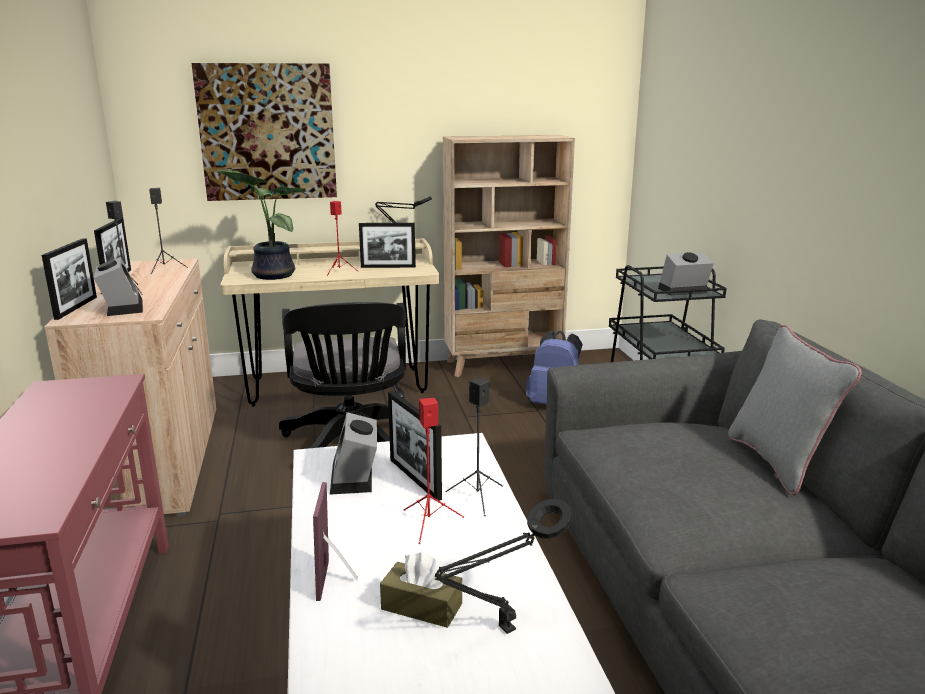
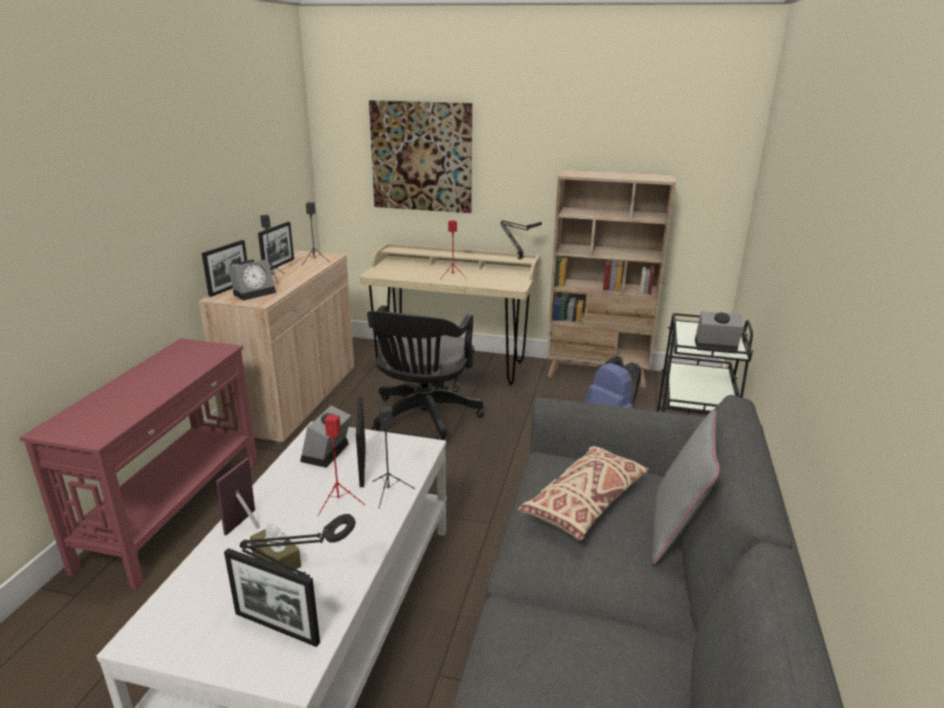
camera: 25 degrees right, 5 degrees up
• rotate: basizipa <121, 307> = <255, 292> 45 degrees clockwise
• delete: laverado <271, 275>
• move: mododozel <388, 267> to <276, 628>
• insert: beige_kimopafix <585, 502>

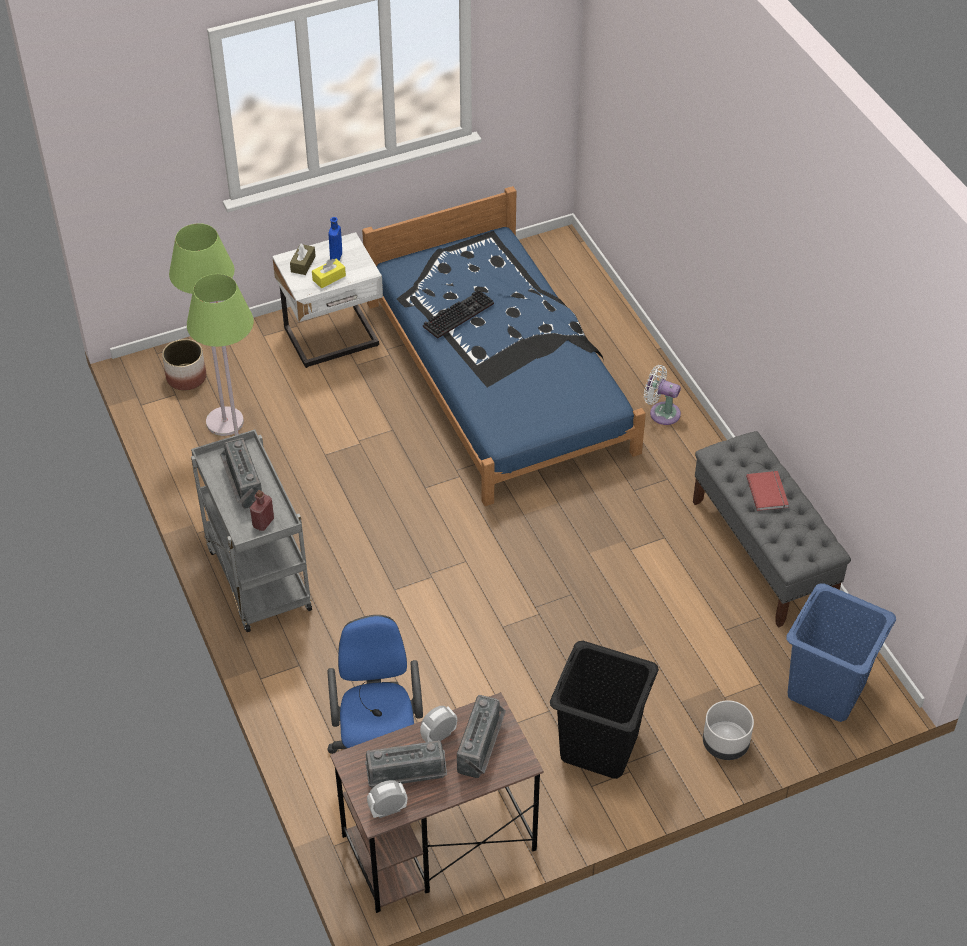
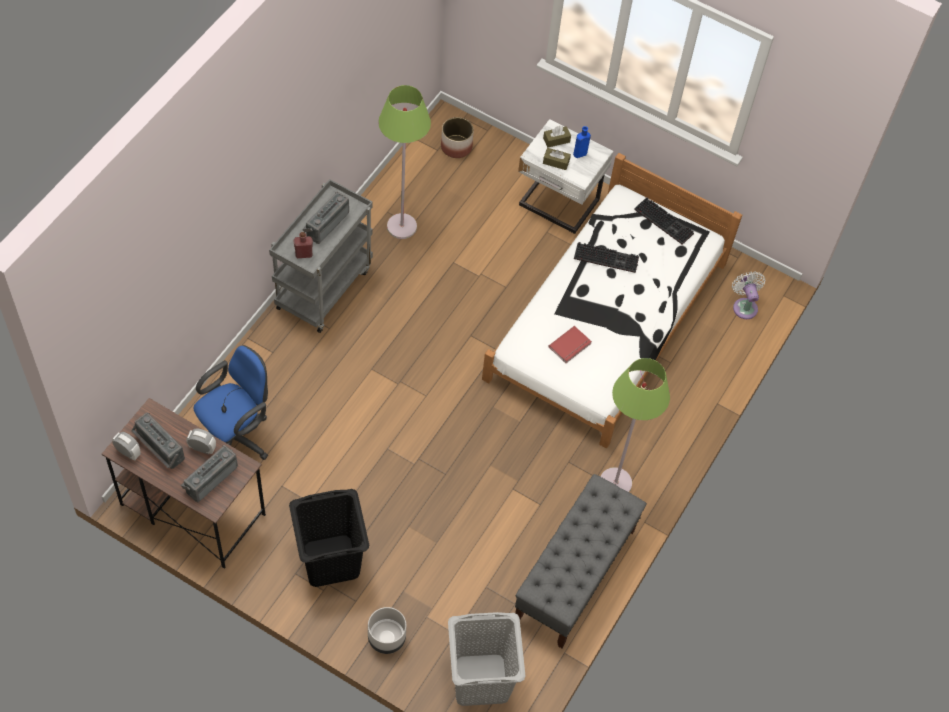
camera: 50 degrees right, 10 degrees up
• move: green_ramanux <225, 422> to <615, 483>
• recolor: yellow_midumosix <329, 278> to brown_midumosix <556, 162>
• recolor: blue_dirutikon <499, 376> to white_dirutikon <607, 320>
• rotate: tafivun <482, 747> = <210, 478> 150 degrees clockwise
• move: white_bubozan <661, 412> to <744, 306>
• move: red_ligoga <768, 492> to <570, 346>
• recolor: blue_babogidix <826, 690> to grey_babogidix <480, 680>
• insert: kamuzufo <665, 221>

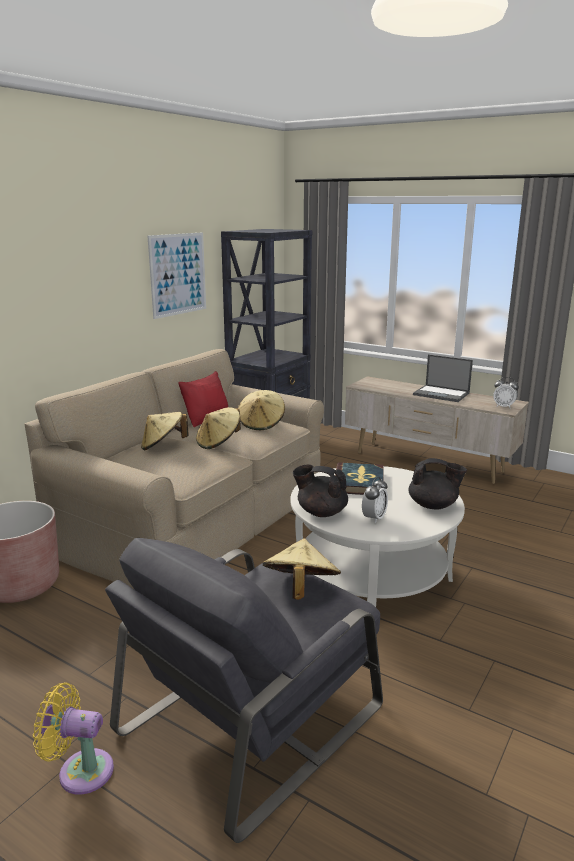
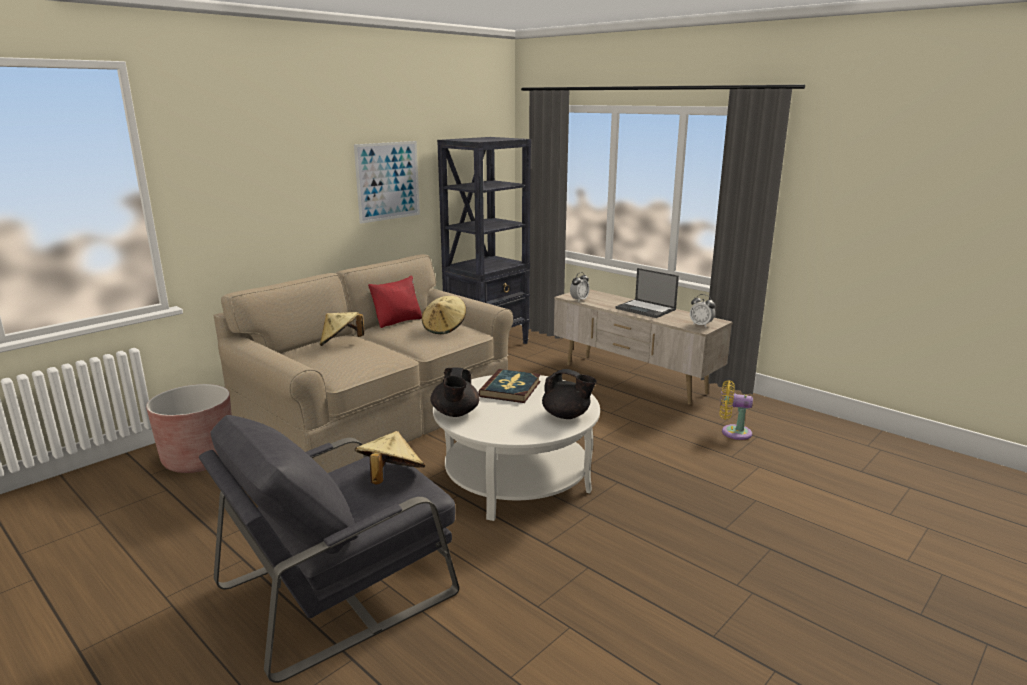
camera: 10 degrees right, 0 degrees up
• move: yellow_bubozan <80, 770> to <733, 432>
• delete: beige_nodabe <219, 443>
• rotate: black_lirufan <321, 512> = <455, 413> 120 degrees counterclockwise
• move: basizipa <374, 518> to <579, 300>

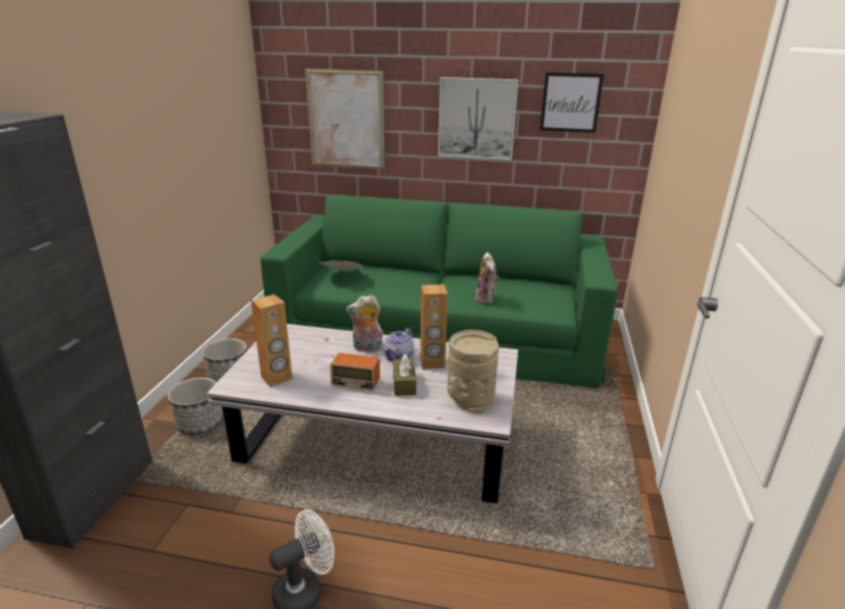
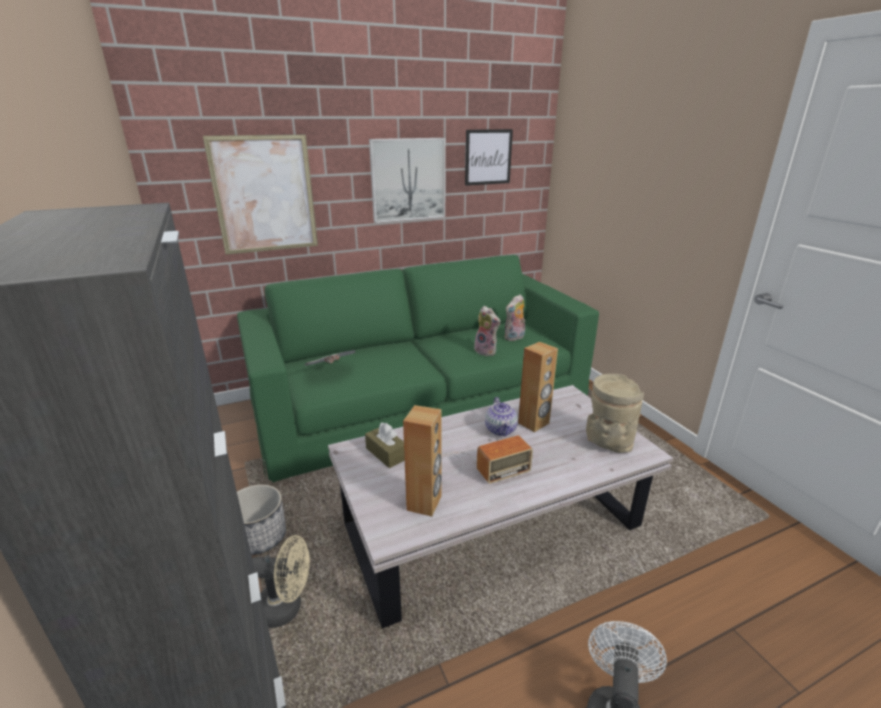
camera: 35 degrees left, 0 degrees up
• replace: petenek <200, 423> to beige_bubozan <286, 608>
• move: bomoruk <367, 348> to <514, 338>
• move: brown_midumosix <404, 384> to <386, 453>

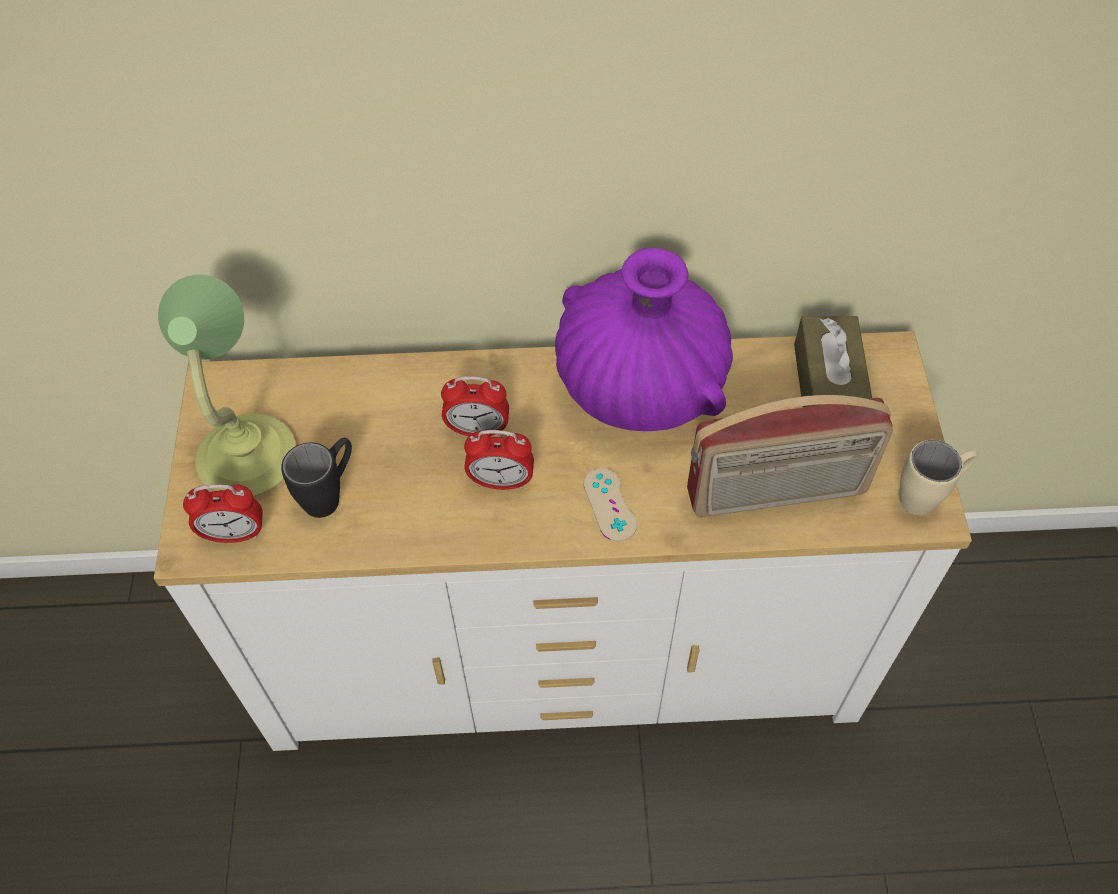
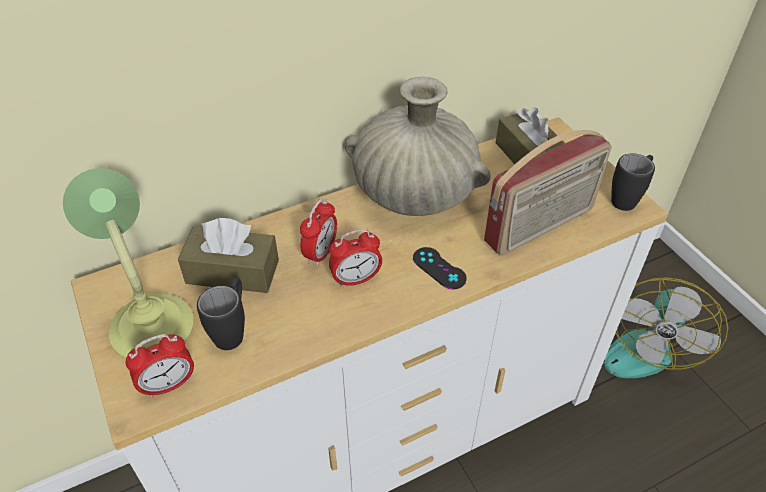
camera: 25 degrees left, 10 degrees down
• rotate: basizipa <478, 430> = <320, 253> 45 degrees counterclockwise
• recolor: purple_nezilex <640, 385> to beige_nezilex <415, 193>
• recolor: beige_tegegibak <610, 504> to black_tegegibak <439, 268>
• recolor: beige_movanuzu <928, 496> to black_movanuzu <628, 198>
• insert: brown_midumosix <232, 272>
• insert: bubozan <640, 343>

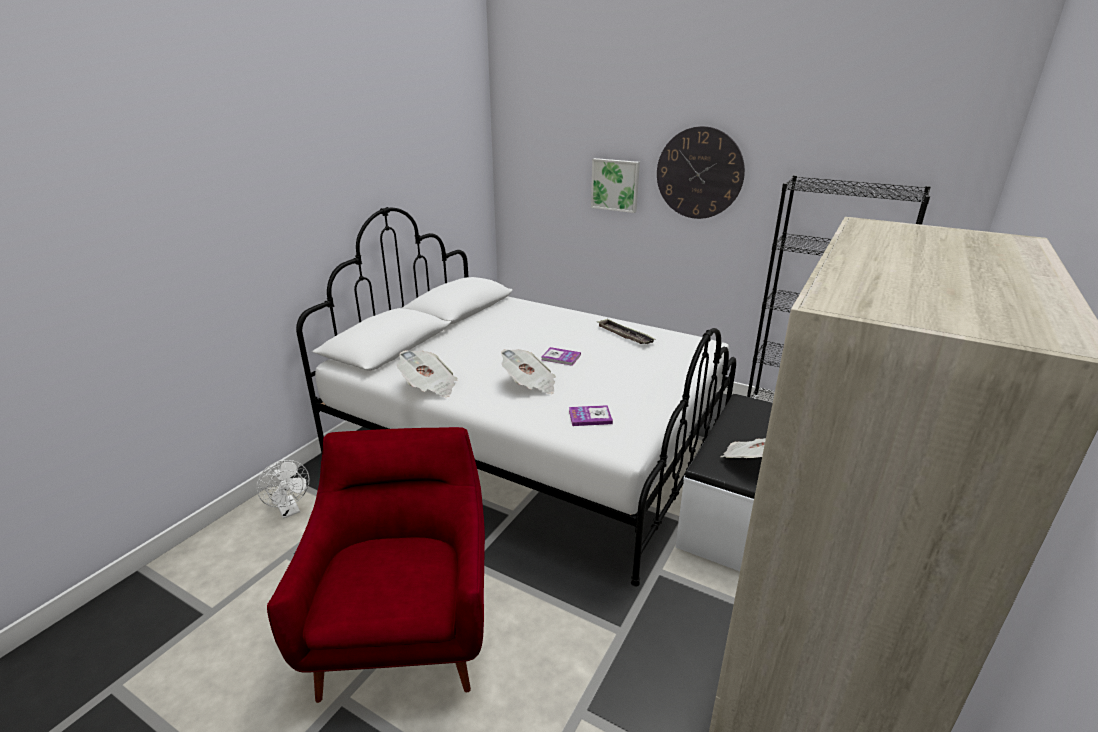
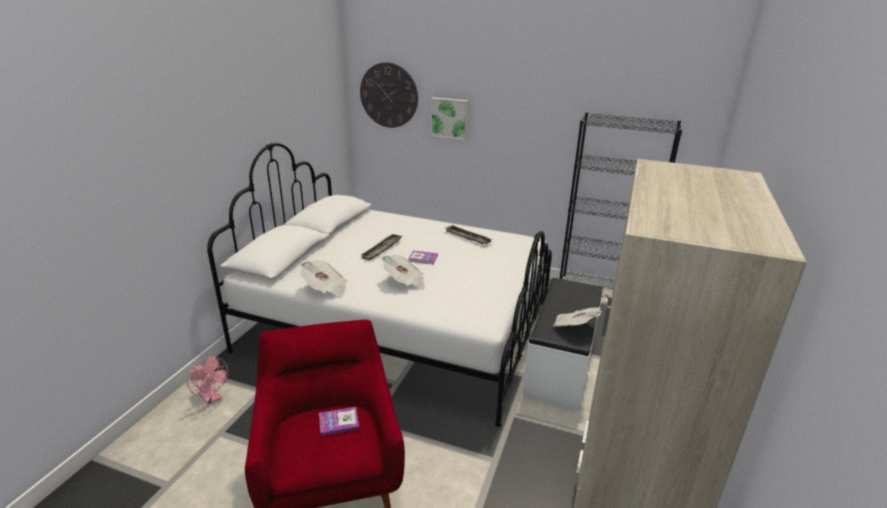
camera: 10 degrees left, 0 degrees up
• recolor: white_bubozan <290, 511> to pink_bubozan <212, 398>
• move: ligoga <590, 417> to <339, 422>
• move: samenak <699, 173> to <389, 95>
• insert: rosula <382, 249>

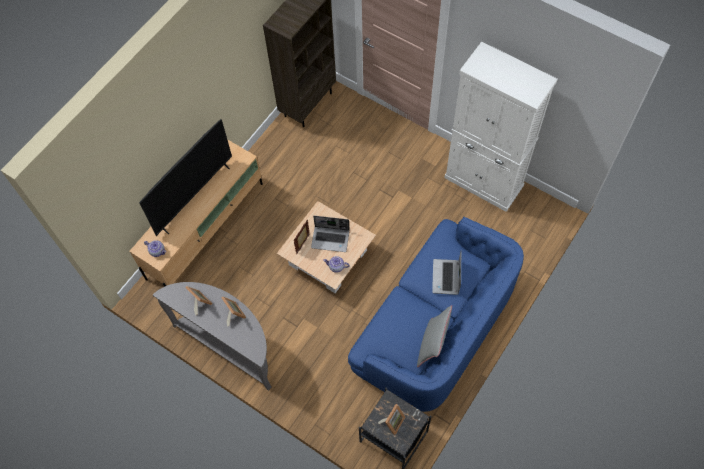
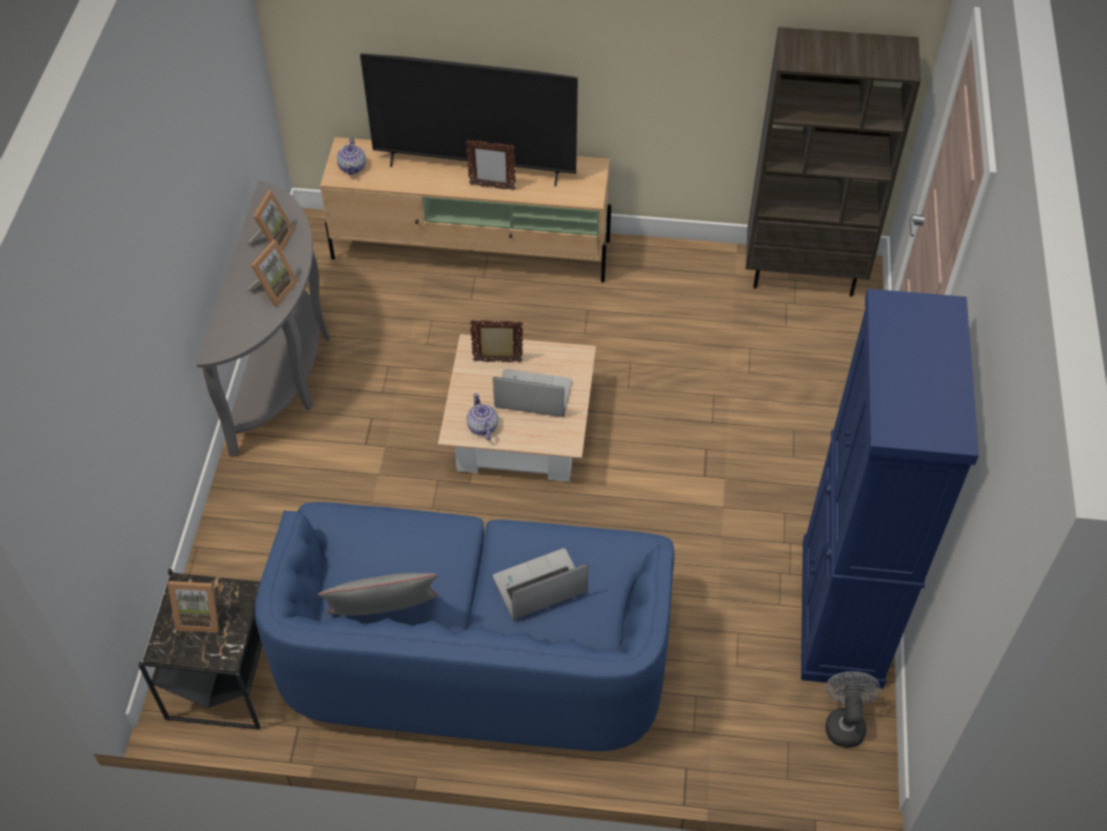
camera: 60 degrees right, 10 degrees down
• rotate: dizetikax <331, 239> = <532, 396> 120 degrees clockwise
• recolor: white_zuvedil <484, 182> to blue_zuvedil <841, 612>
• insert: mododozel <492, 187>
• insert: grey_bubozan <844, 722>

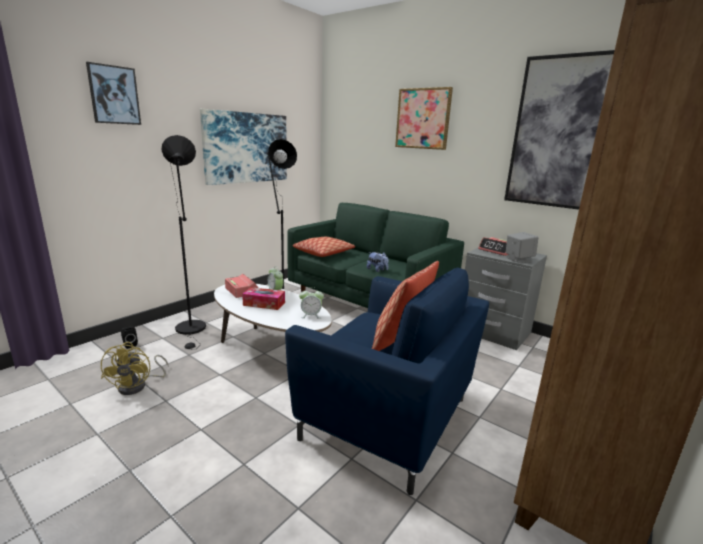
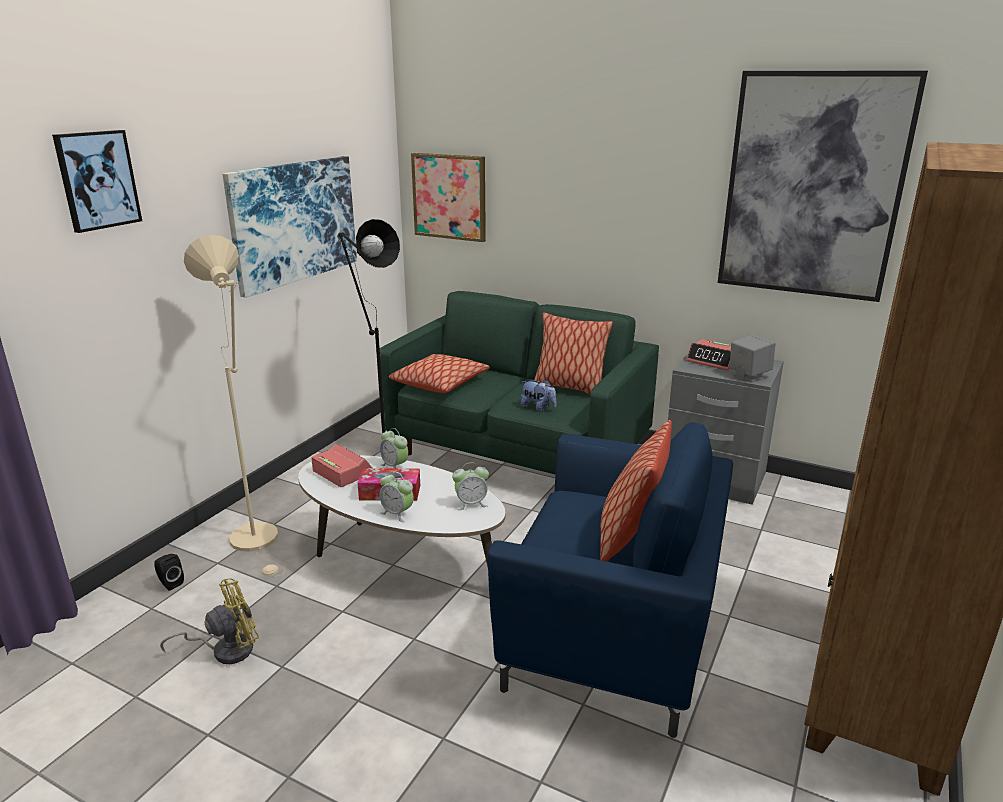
camera: 10 degrees left, 5 degrees up
• rotate: yellow_bubozan <138, 385> = <226, 650> 105 degrees counterclockwise
• recolor: black_ramanux <192, 330> to beige_ramanux <258, 542>
• move: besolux <423, 119> to <449, 196>
• insert: basizipa <397, 513>
• insert: kimopafix <569, 388>

